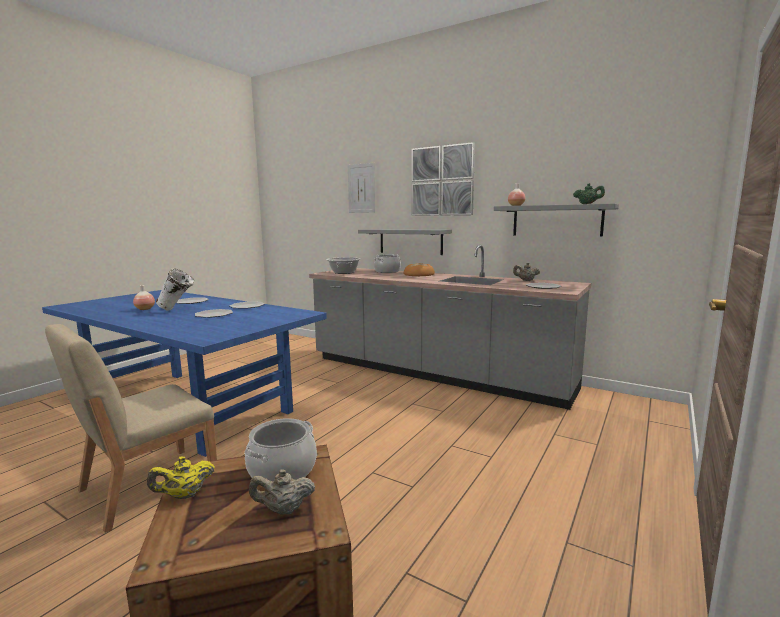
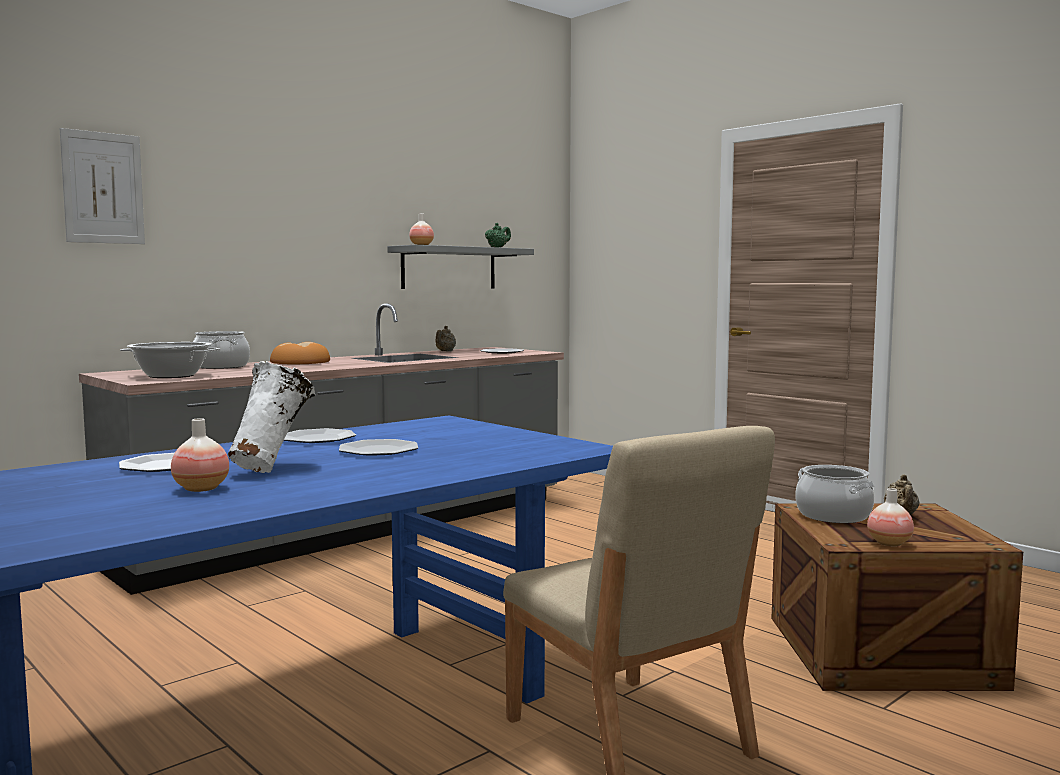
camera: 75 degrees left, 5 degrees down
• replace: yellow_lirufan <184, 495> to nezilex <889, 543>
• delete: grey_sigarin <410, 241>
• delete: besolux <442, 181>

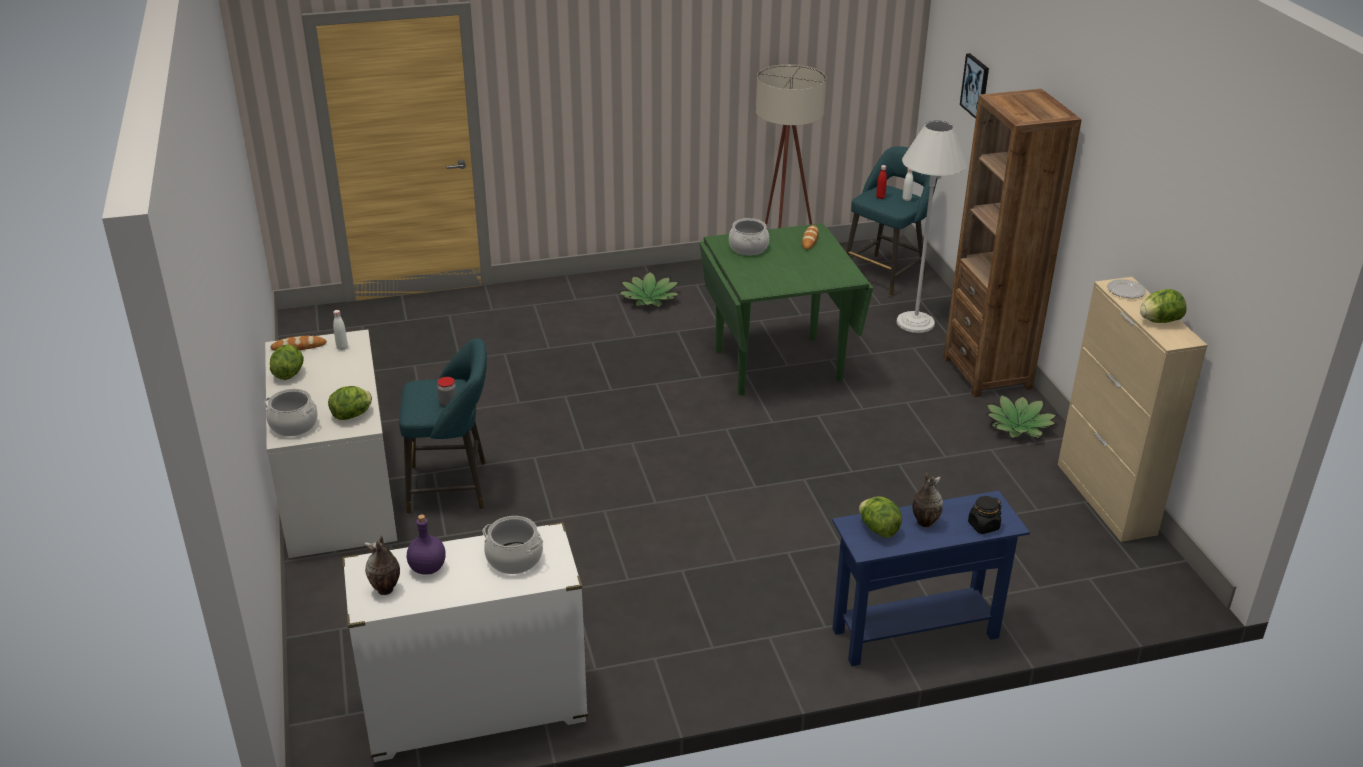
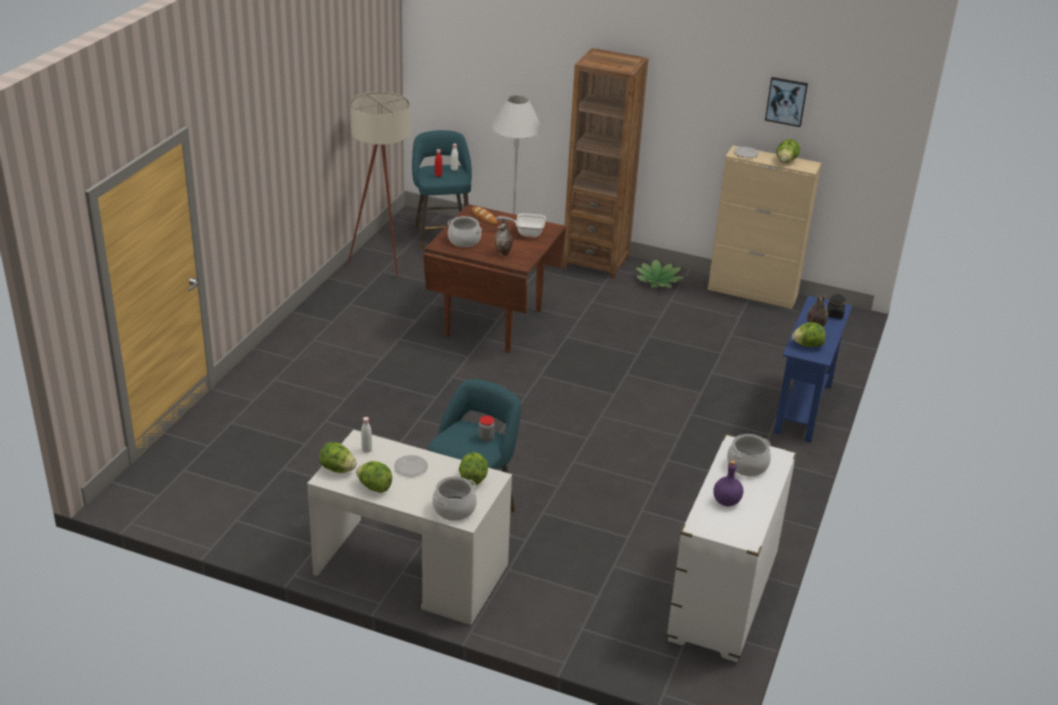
camera: 55 degrees left, 0 degrees up
• replace: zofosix <299, 346> to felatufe <337, 469>
• move: nezilex <385, 590> to <503, 253>
• delete: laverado <649, 298>
• recolor: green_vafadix <777, 364> to brown_vafadix <492, 322>
• move: besolux <975, 86> to <786, 101>
• insert: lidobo <410, 467>
• insert: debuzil <526, 233>

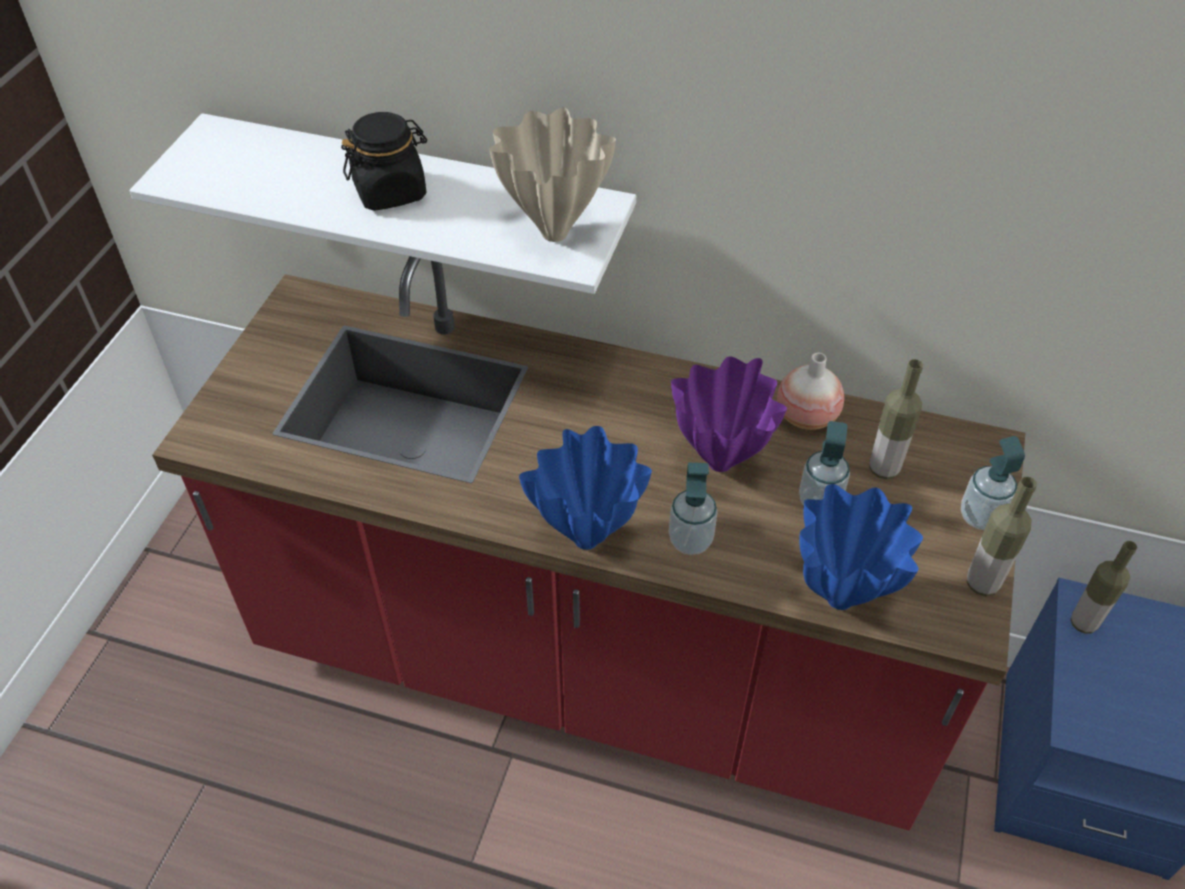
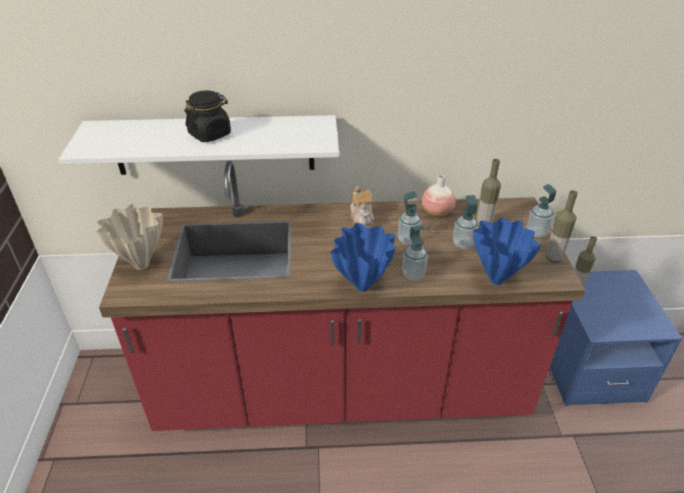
camera: 20 degrees left, 10 degrees down
• move: beige_nezilex <555, 232> to <142, 264>
• replace: purple_nezilex <718, 464> to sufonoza <408, 240>
• insert: lirufan <362, 219>

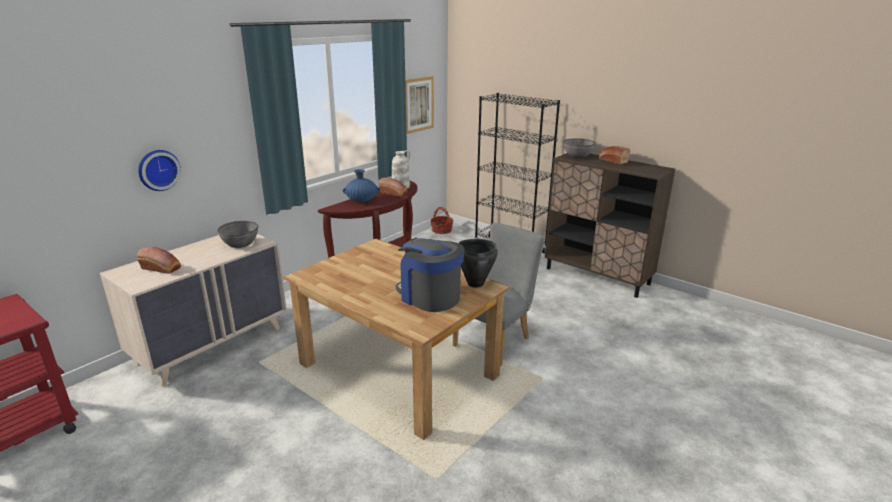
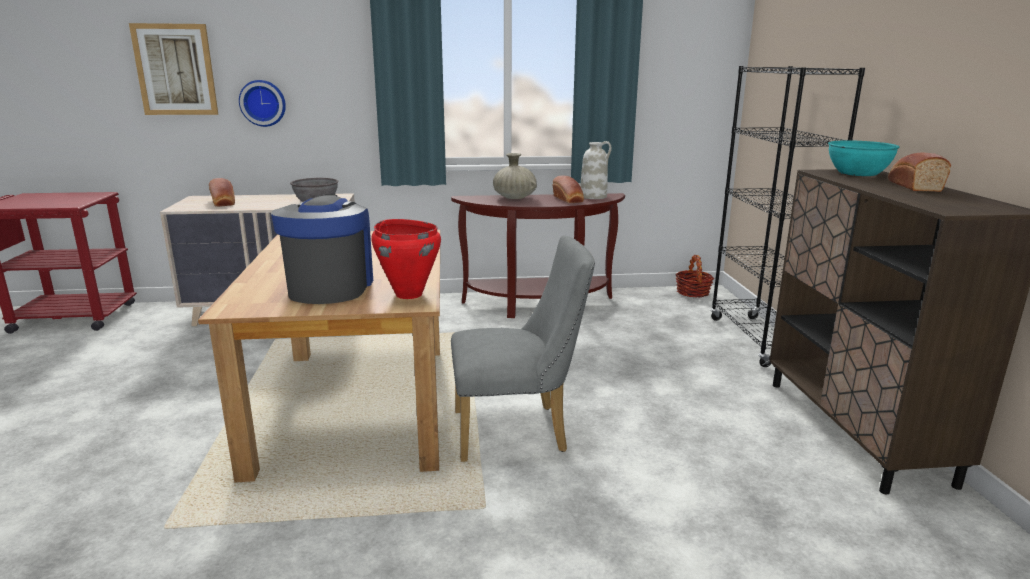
camera: 45 degrees right, 5 degrees down
• recolor: blue_nezilex <362, 200> to beige_nezilex <514, 198>
• move: besolux <418, 104> to <175, 70>
• recolor: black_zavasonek <475, 283> to red_zavasonek <409, 294>
• recolor: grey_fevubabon <577, 156> to turquoise_fevubabon <857, 173>

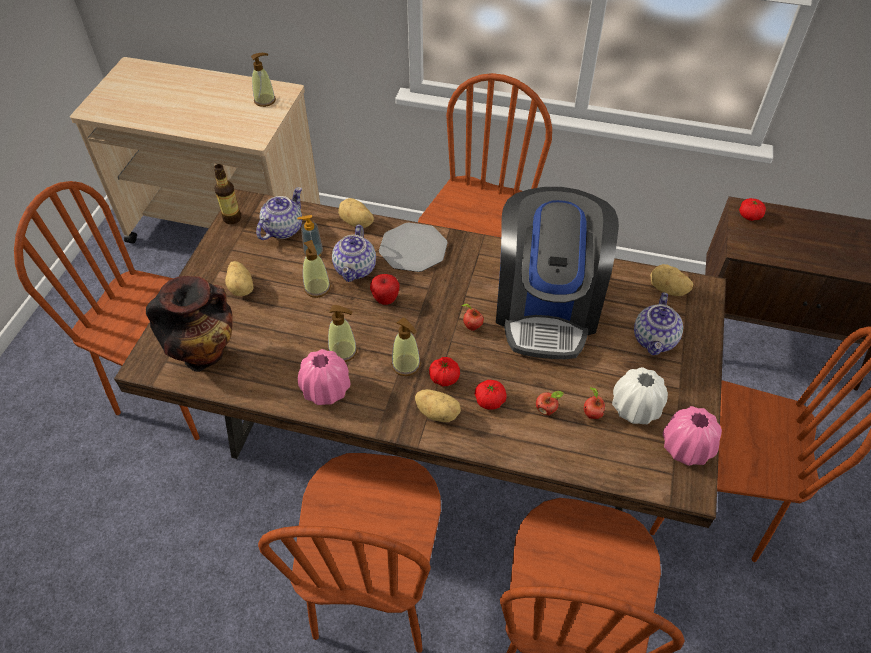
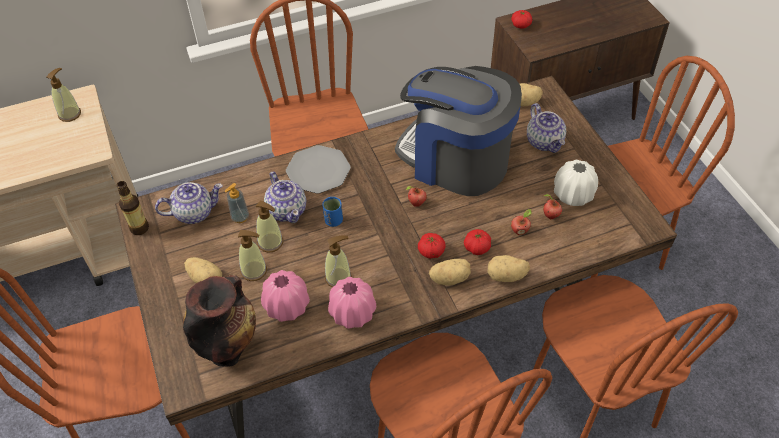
camera: 35 degrees left, 0 degrees up
• rotate: lirufan <283, 228> = <194, 212> 75 degrees clockwise
• move: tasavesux <356, 223> to <506, 276>
• replace: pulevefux <385, 299> to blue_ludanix <333, 220>
• move: sufonoza <406, 365> to <254, 271>
• rotate: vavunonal <547, 307> = <455, 160> 150 degrees clockwise
• move: pink_nezilex <686, 447> to <287, 306>

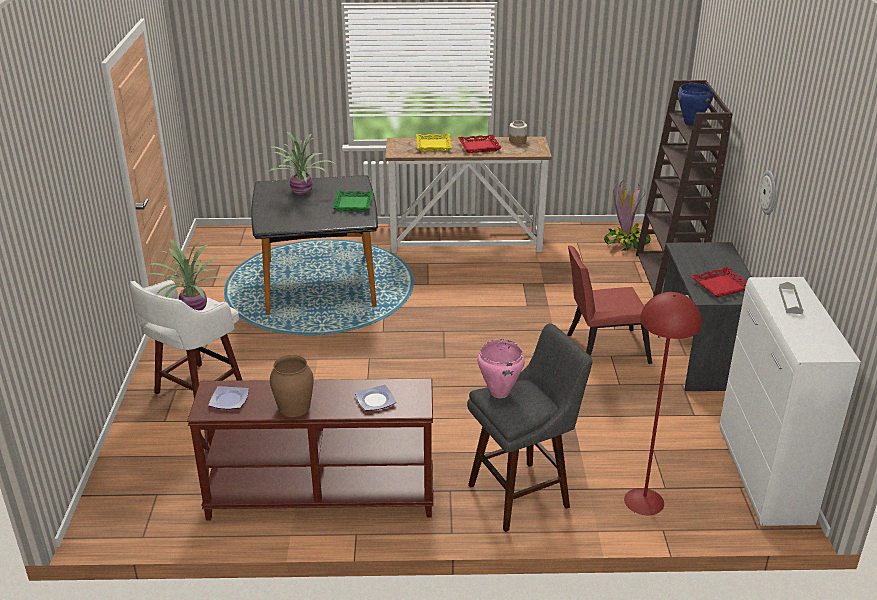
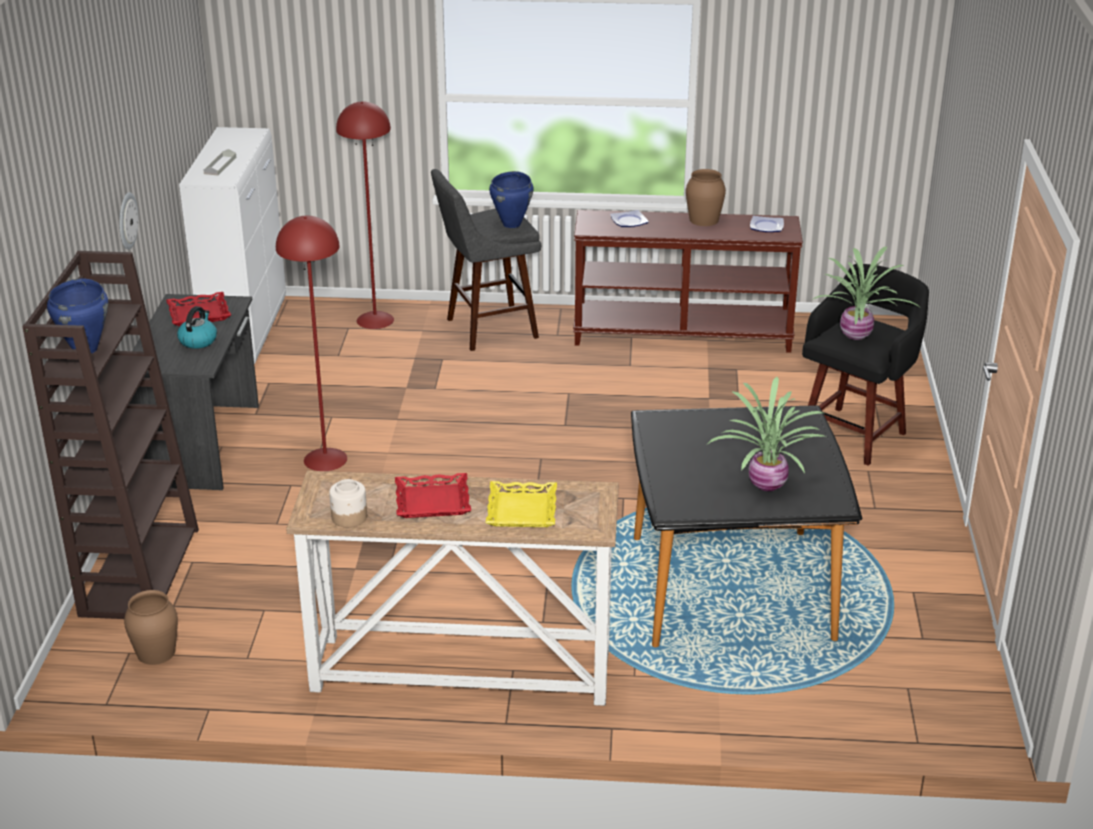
camera: 175 degrees left, 0 degrees up
• recolor: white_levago <196, 390> to black_levago <854, 434>
• delete: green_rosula <353, 204>
• recolor: pink_zavasonek <499, 392> to blue_zavasonek <512, 224>
• replace: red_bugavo <602, 348> to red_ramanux <325, 459>
• replace: laverado <625, 242> to brown_nezilex <155, 652>
• insert: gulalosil <198, 340>

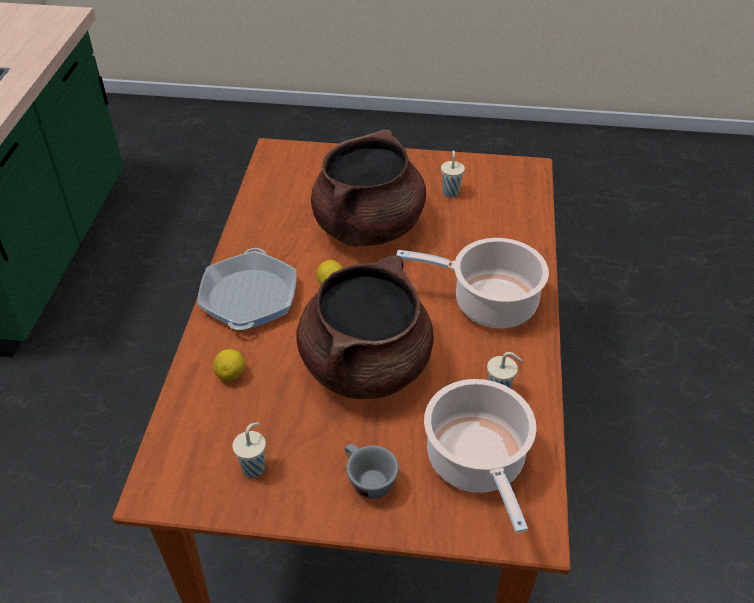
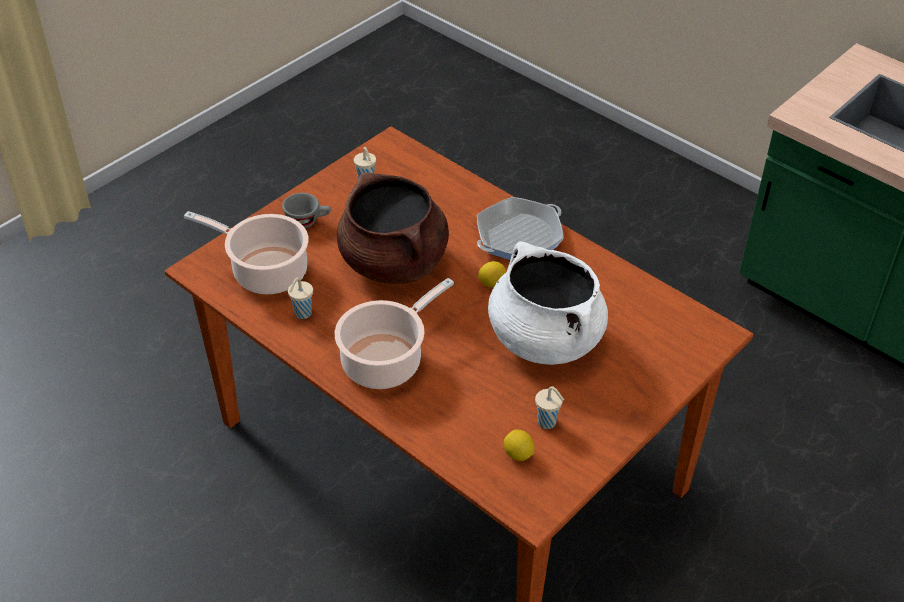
camera: 125 degrees right, 0 degrees up
• rotate: debuzil <249, 297> = <519, 237> 105 degrees clockwise
• move: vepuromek <231, 374> to <518, 454>
• recolor: brown_zavasonek <368, 227> to white_zavasonek <544, 339>

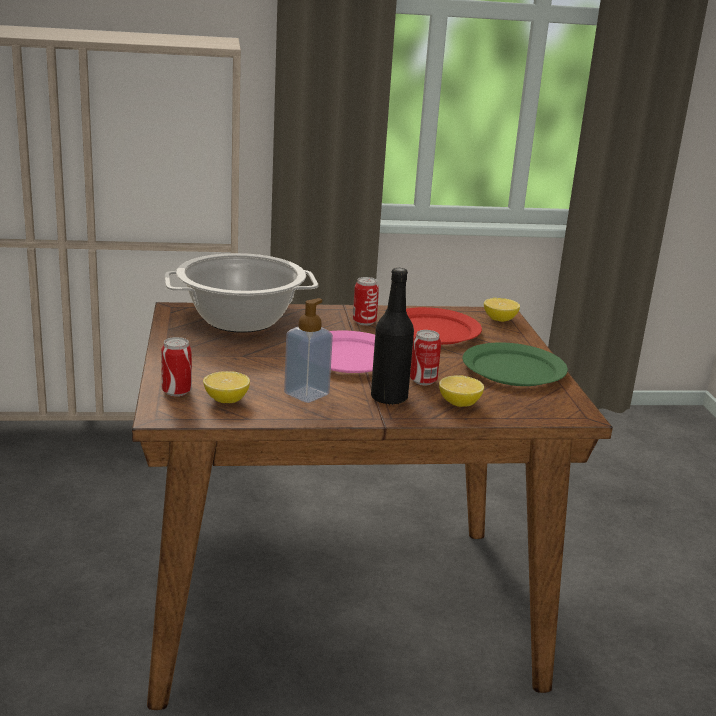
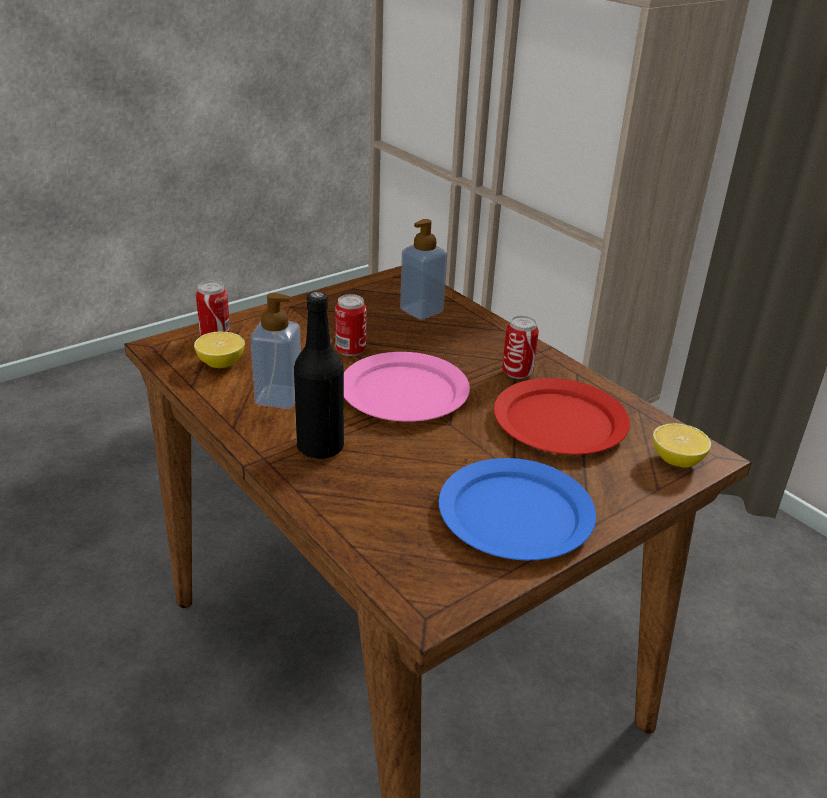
camera: 60 degrees right, 10 degrees up
• replace: zavasonek <241, 320> to sufonoza <421, 311>
• move: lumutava <423, 381> to <350, 350>
• delete: vepuromek <459, 403>
• recolor: green_lidobo <514, 369> to blue_lidobo <516, 514>

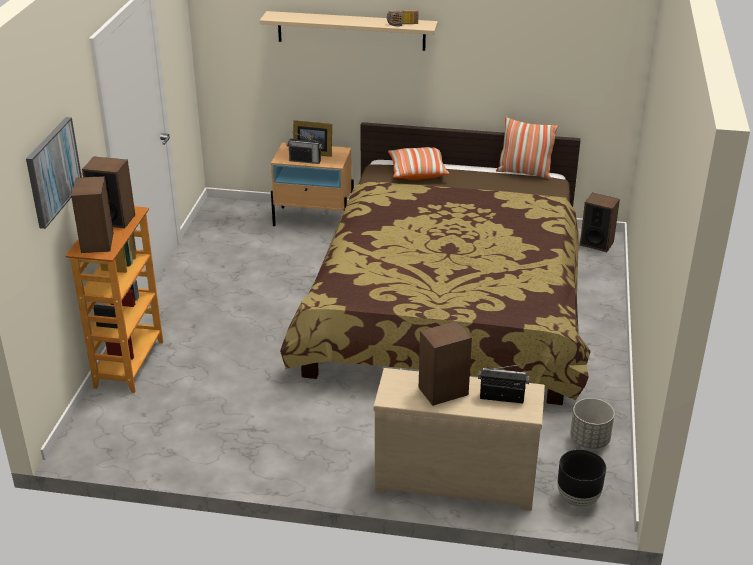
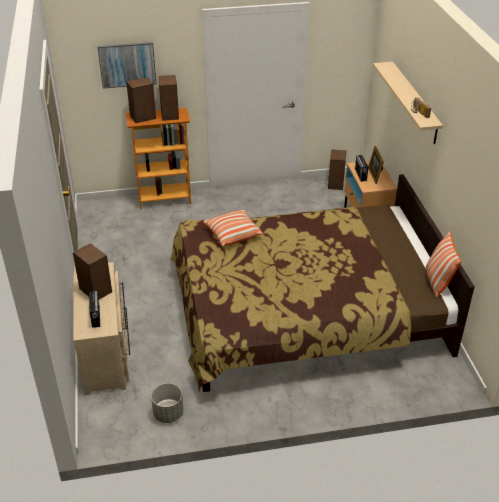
camera: 70 degrees right, 5 degrees up
• move: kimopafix <417, 172> to <233, 234>
• delete: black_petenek <578, 498>
• move: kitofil <596, 243> to <336, 184>

